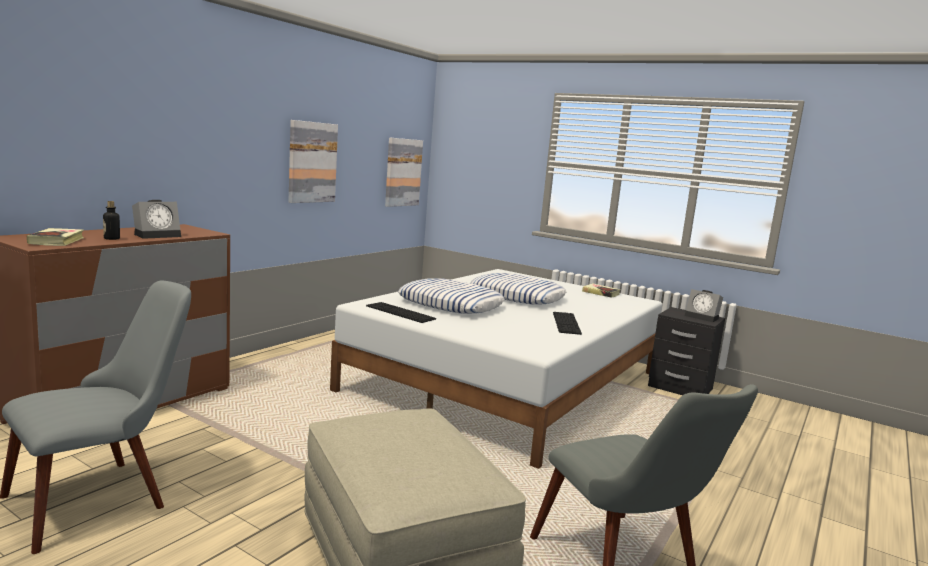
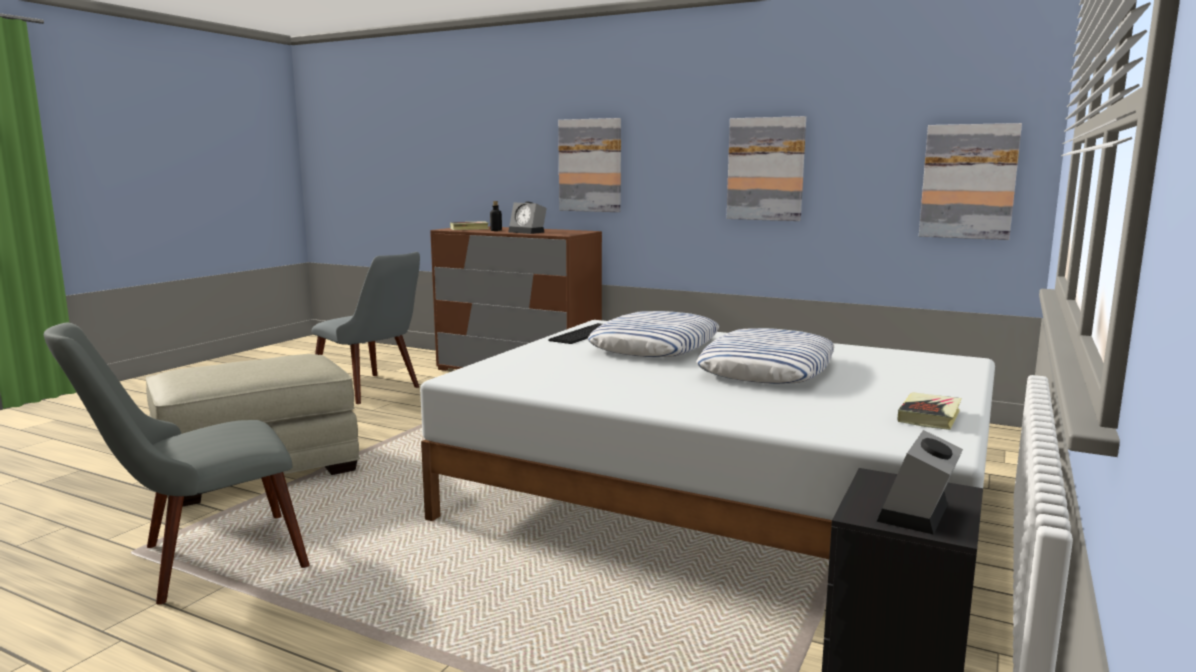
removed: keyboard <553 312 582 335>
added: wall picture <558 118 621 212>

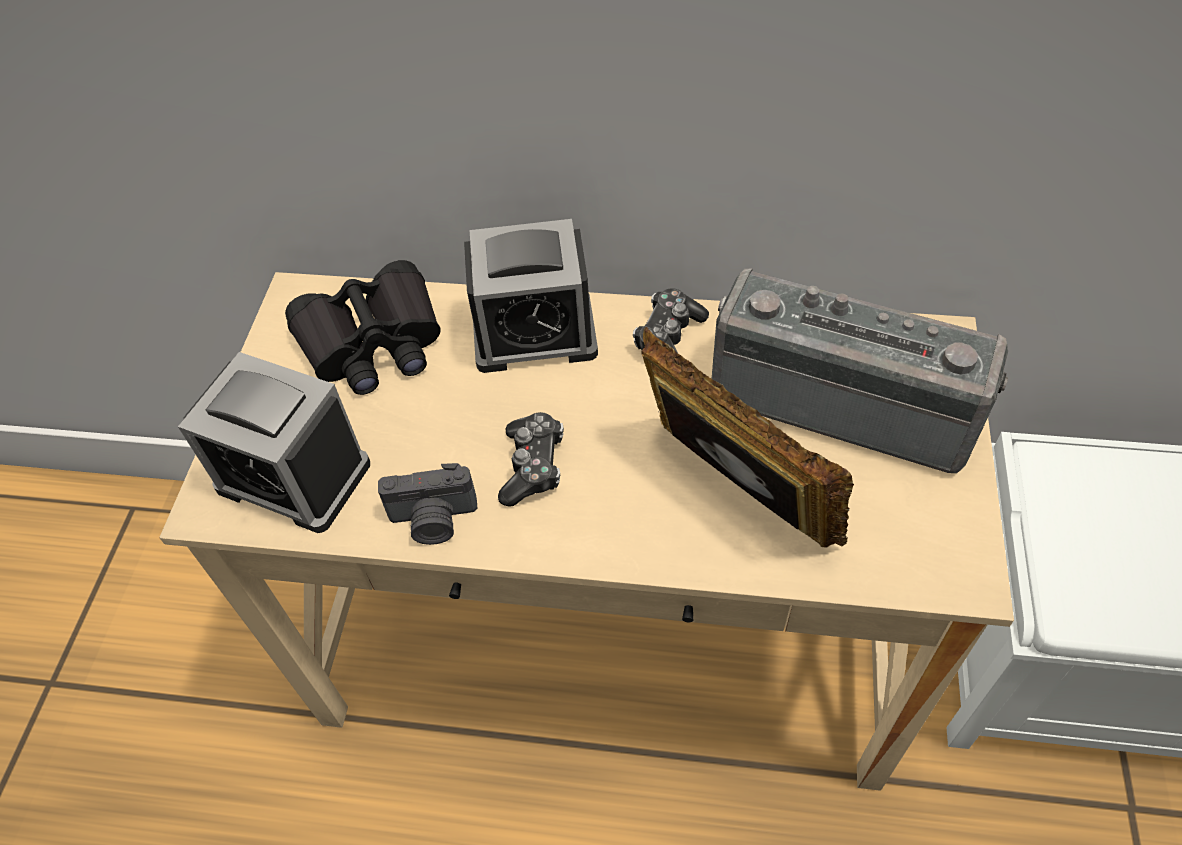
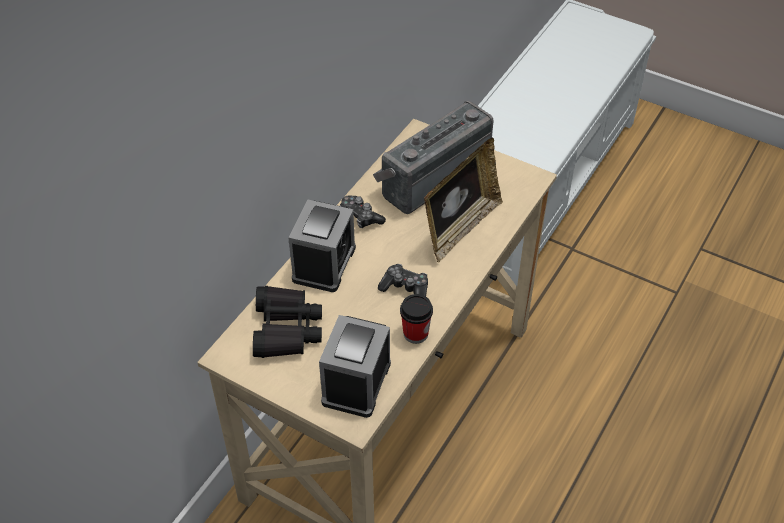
replaced: still camera <378 463 477 545> to cup <400 294 433 344>
turned: table clock <178 352 370 533> = <319 315 391 418> 150 degrees clockwise; picture frame <641 327 854 548> = <424 138 503 263> 150 degrees clockwise

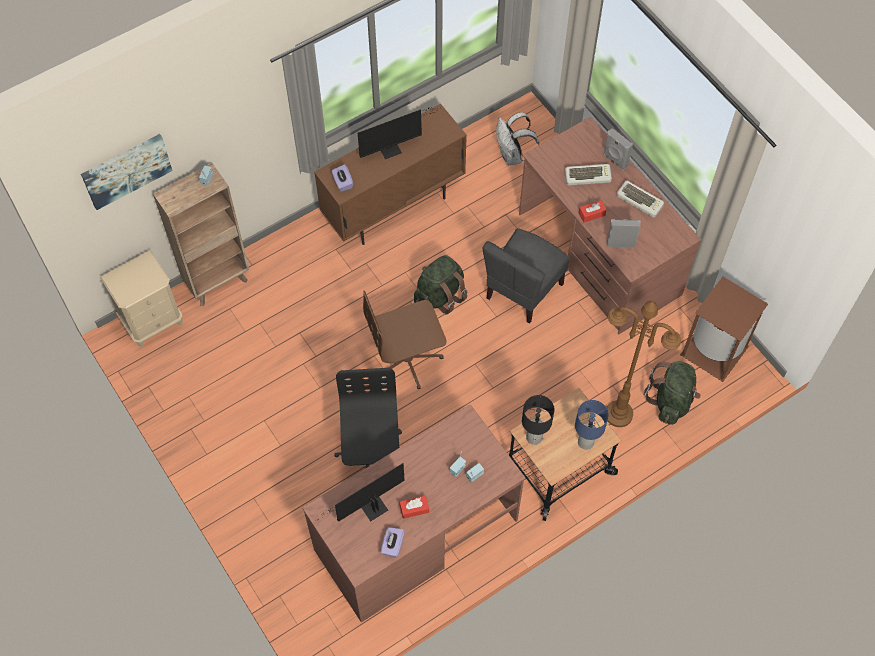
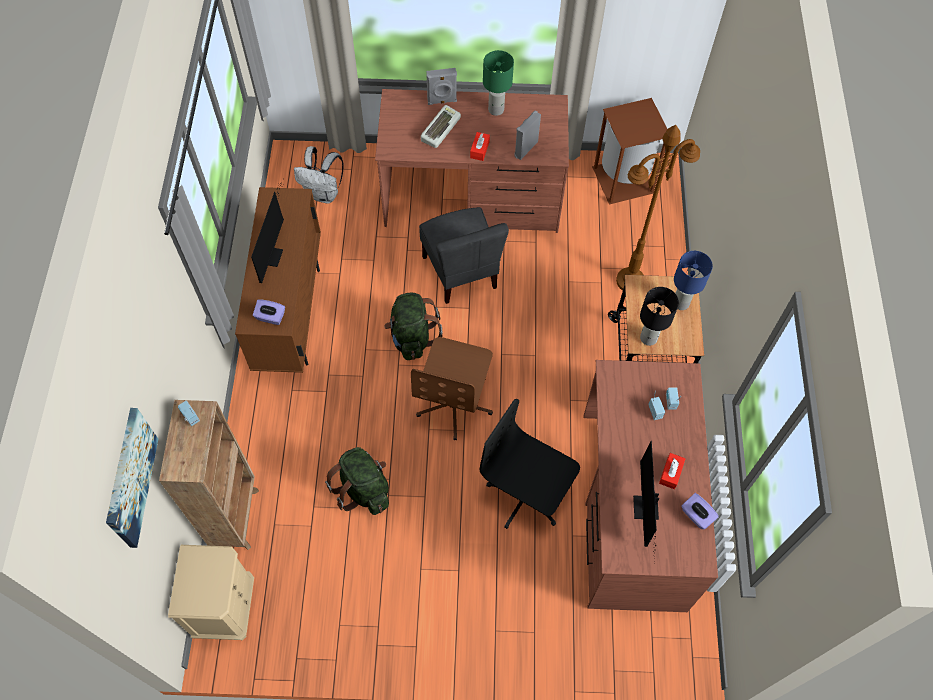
moved: rucksack (greenish) <644 361 701 425> to <325 447 389 515>
replaced: keyboard <616 181 664 218> to tabletop lamp (greenish) <483 50 514 116>

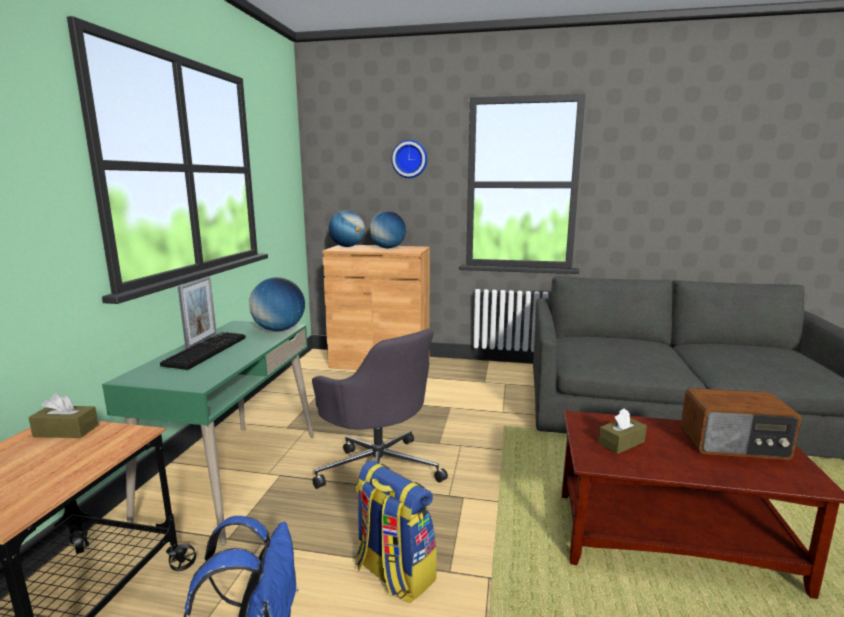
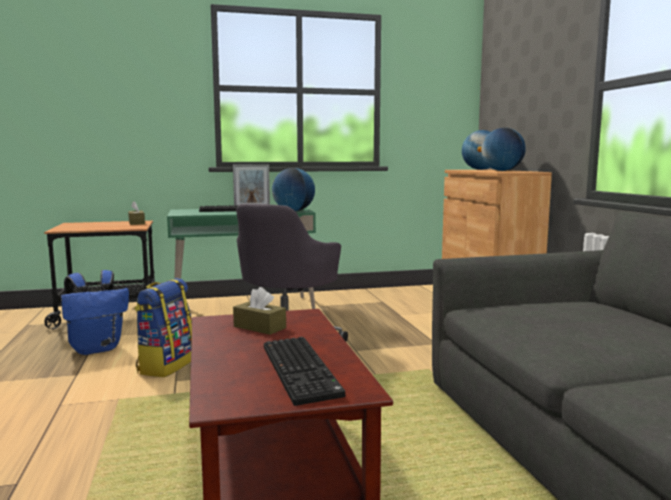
removed: hanging clock <392 140 427 178>
replaced: radio <681 388 802 460> to keyboard <264 337 345 406>

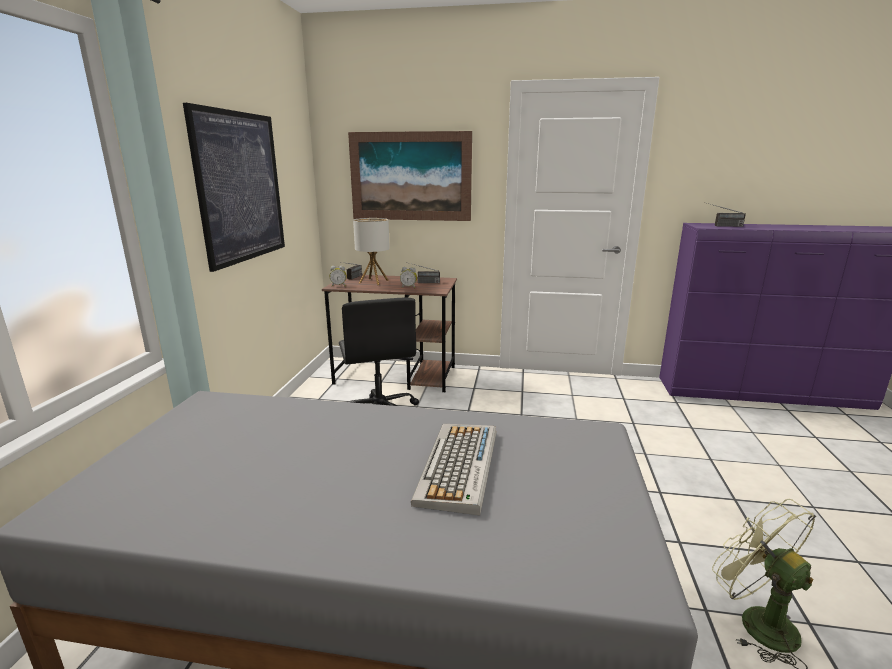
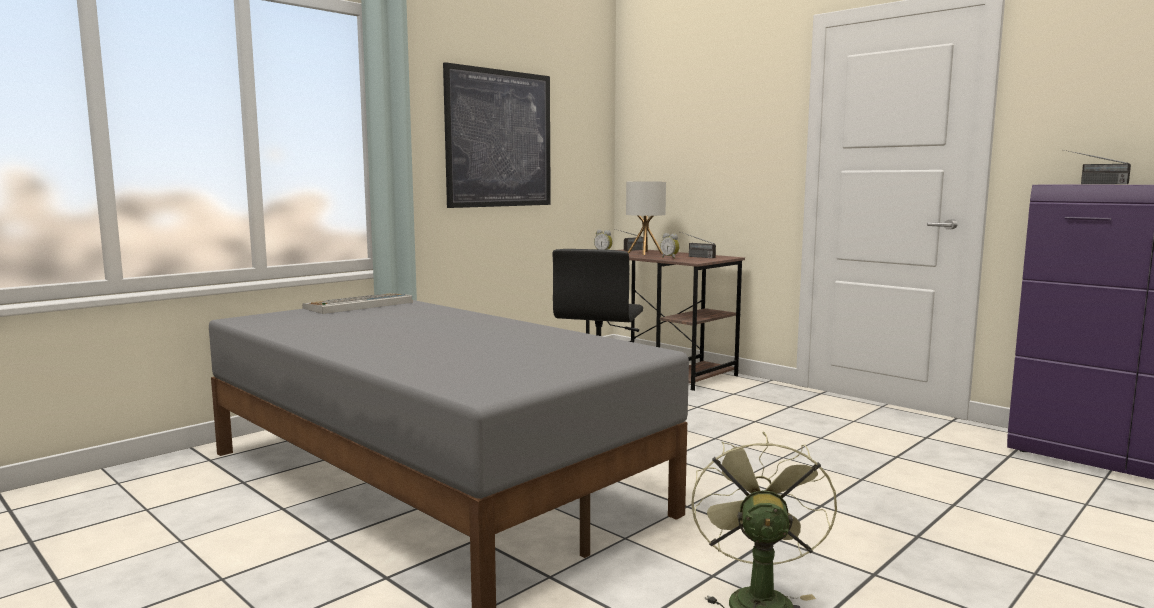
removed: wall picture <348 131 472 221>
moved: keyboard <411 424 496 516> to <302 293 413 314>

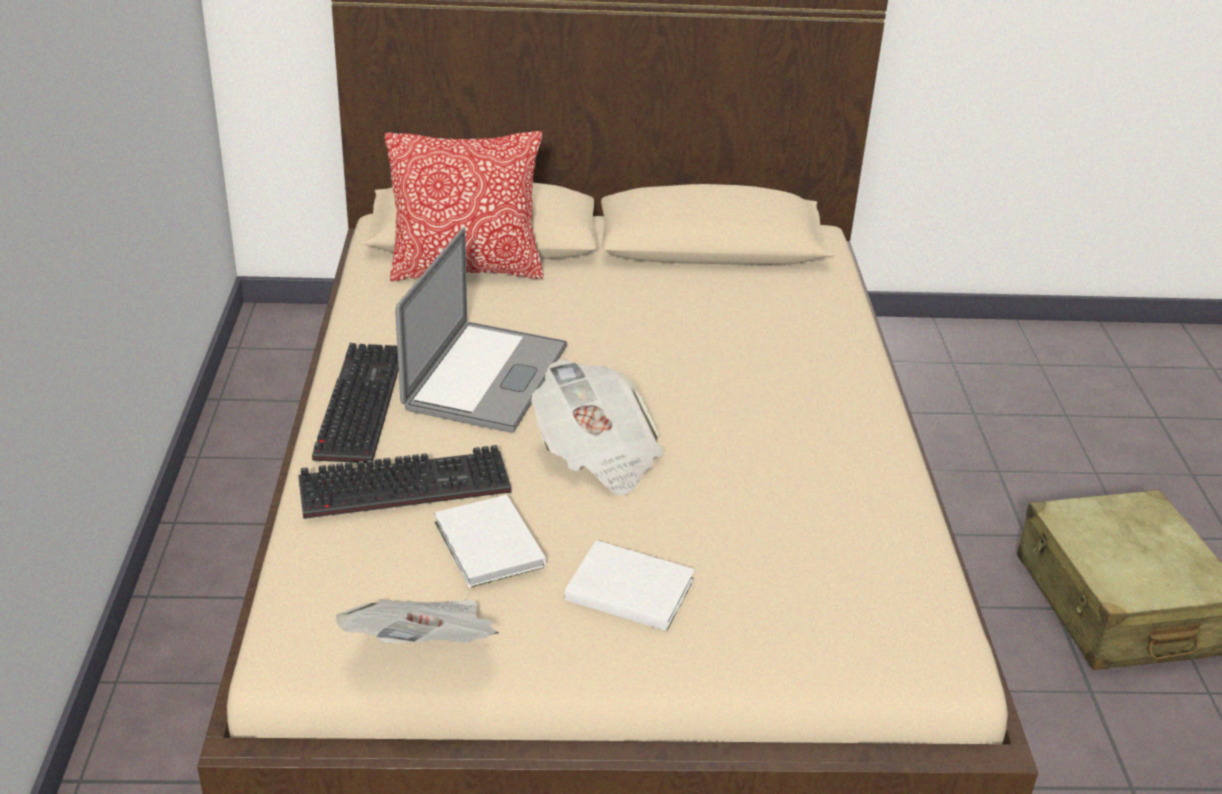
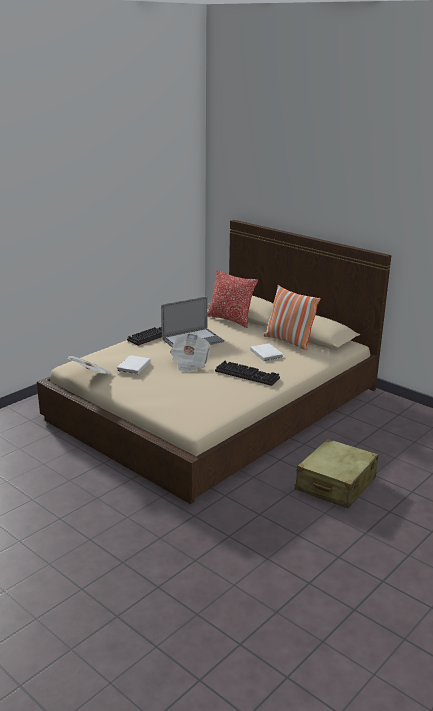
added: throw pillow <264 285 321 350>
moved: keyboard <298 445 511 519> to <215 361 280 386>; volume (white) <565 540 695 631> to <250 343 283 361>

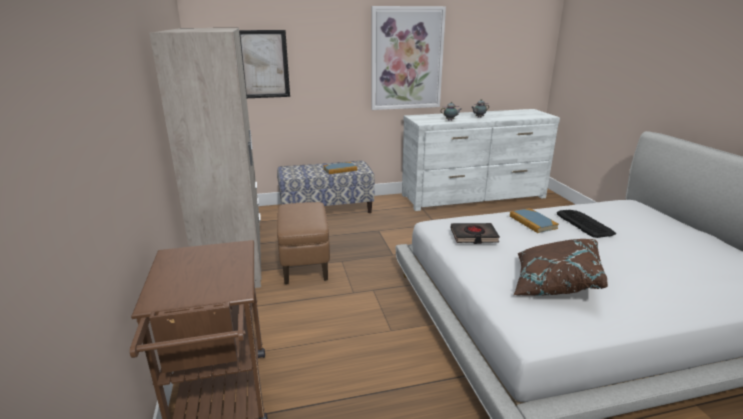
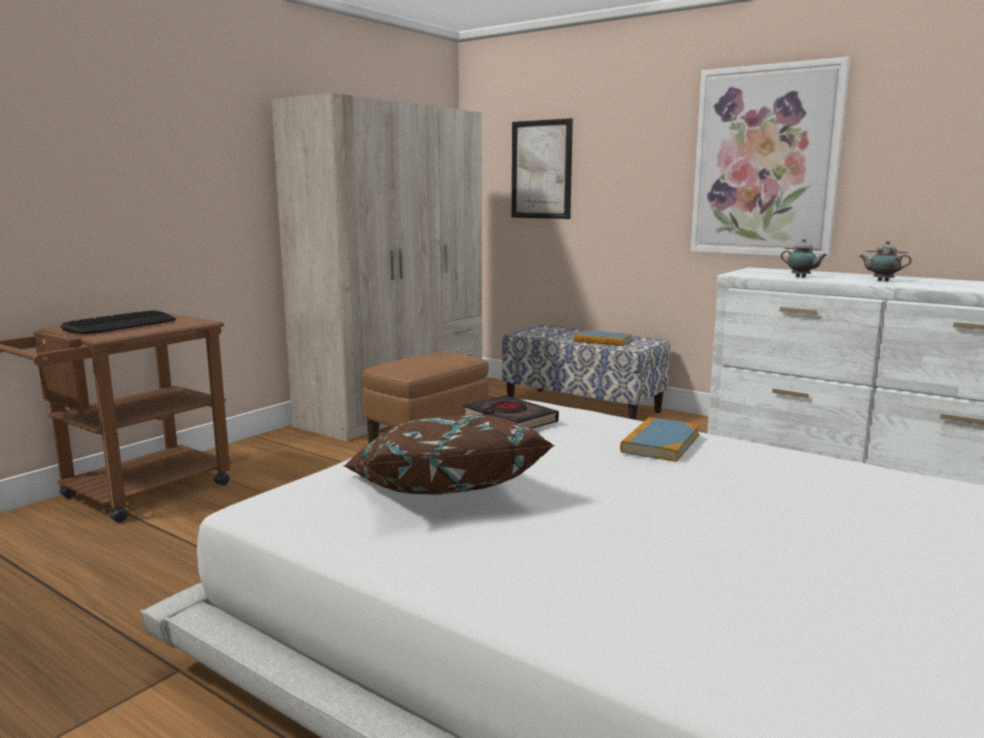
moved: keyboard <557 210 616 238> to <61 310 176 334>

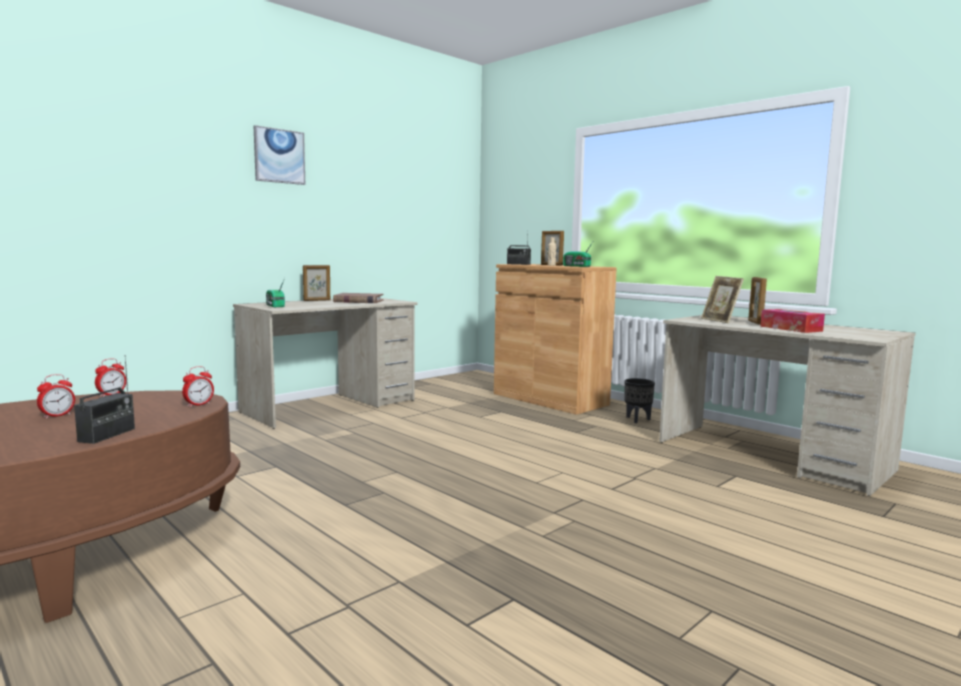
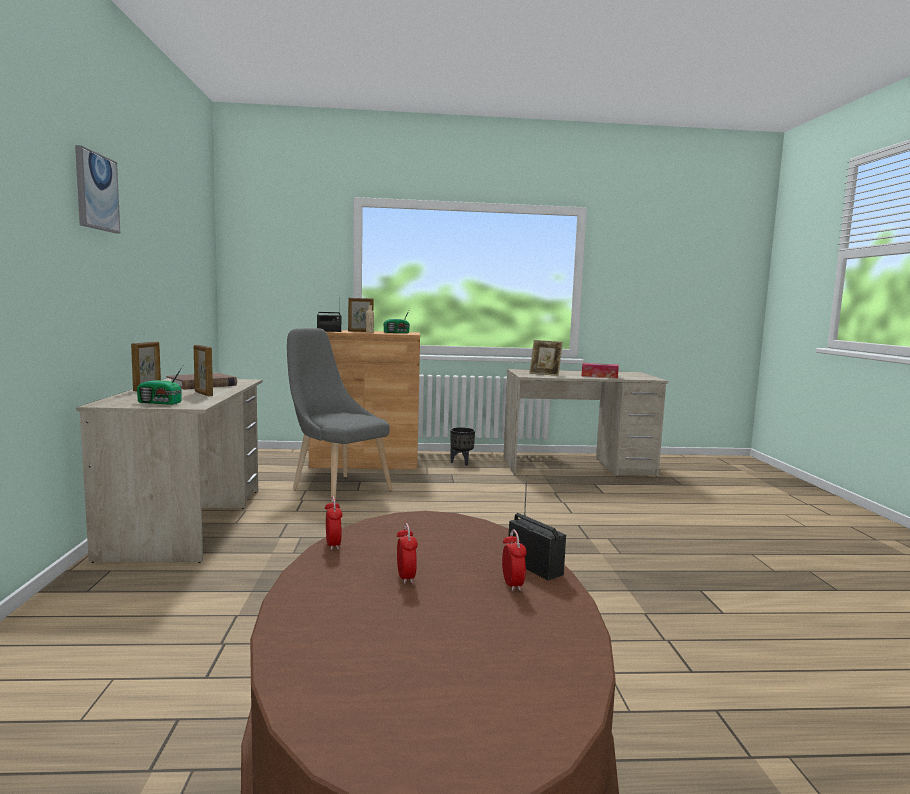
added: plain chair (greyish) <287 328 392 503>
moved: table clock <182 366 214 407> to <502 529 527 592>; picture frame <748 277 767 325> to <194 345 213 396>

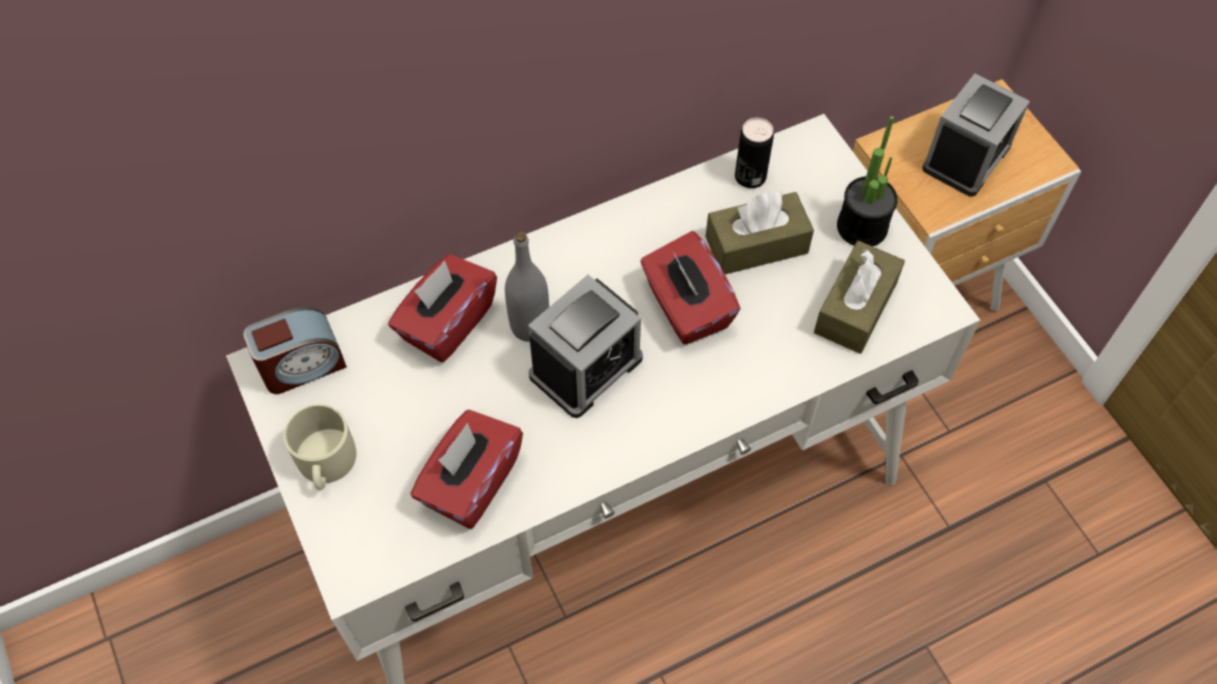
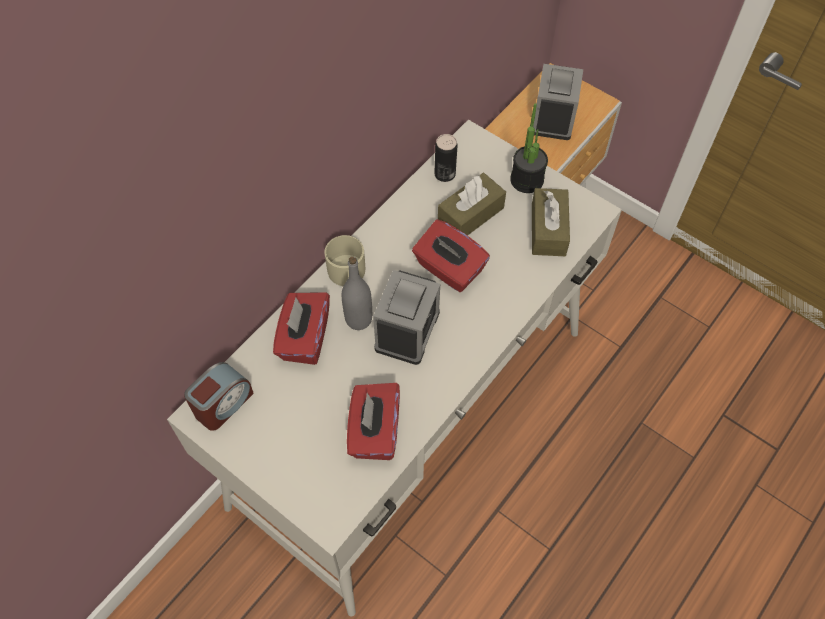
moved: coffee mug (beige-coloured) <284 404 356 490> to <325 235 365 286>

